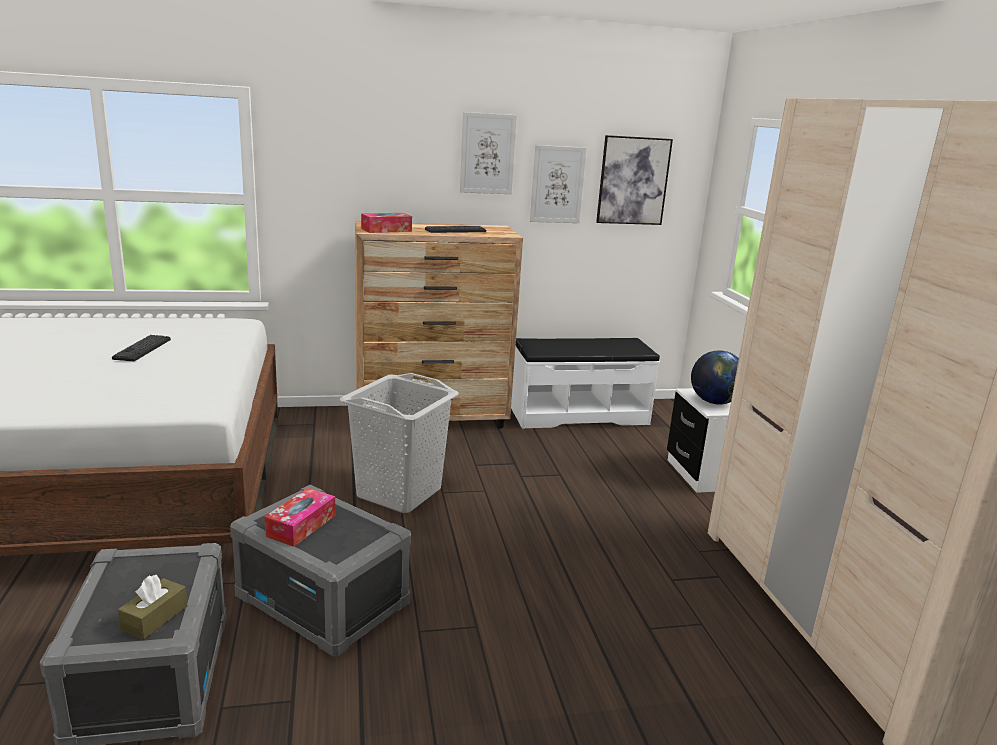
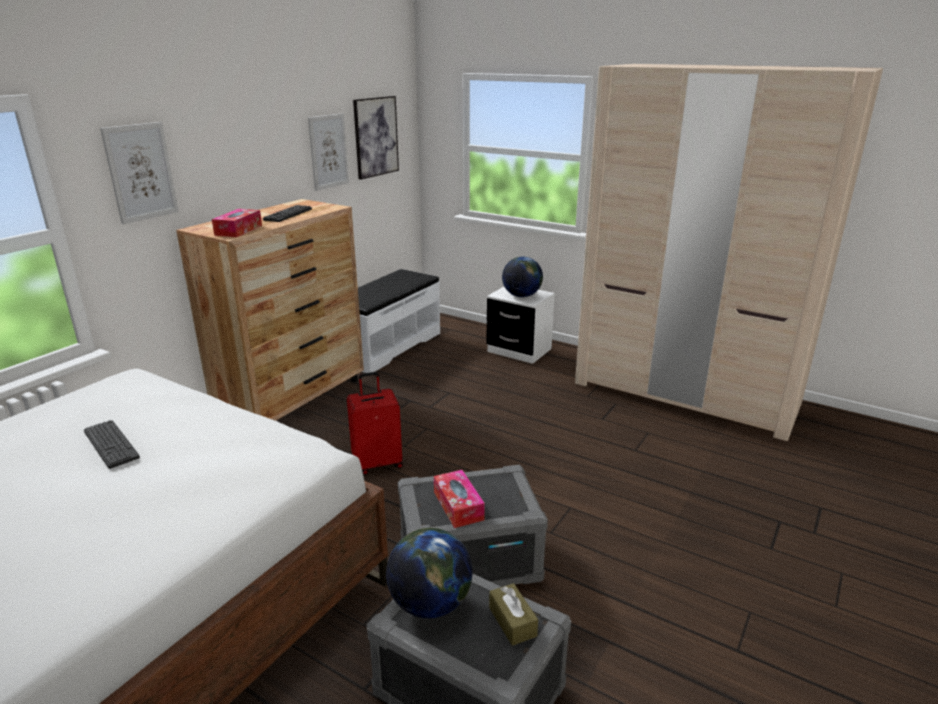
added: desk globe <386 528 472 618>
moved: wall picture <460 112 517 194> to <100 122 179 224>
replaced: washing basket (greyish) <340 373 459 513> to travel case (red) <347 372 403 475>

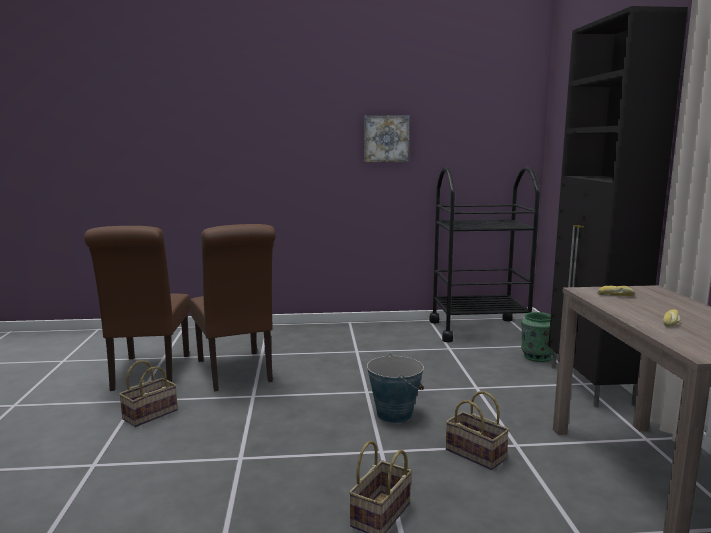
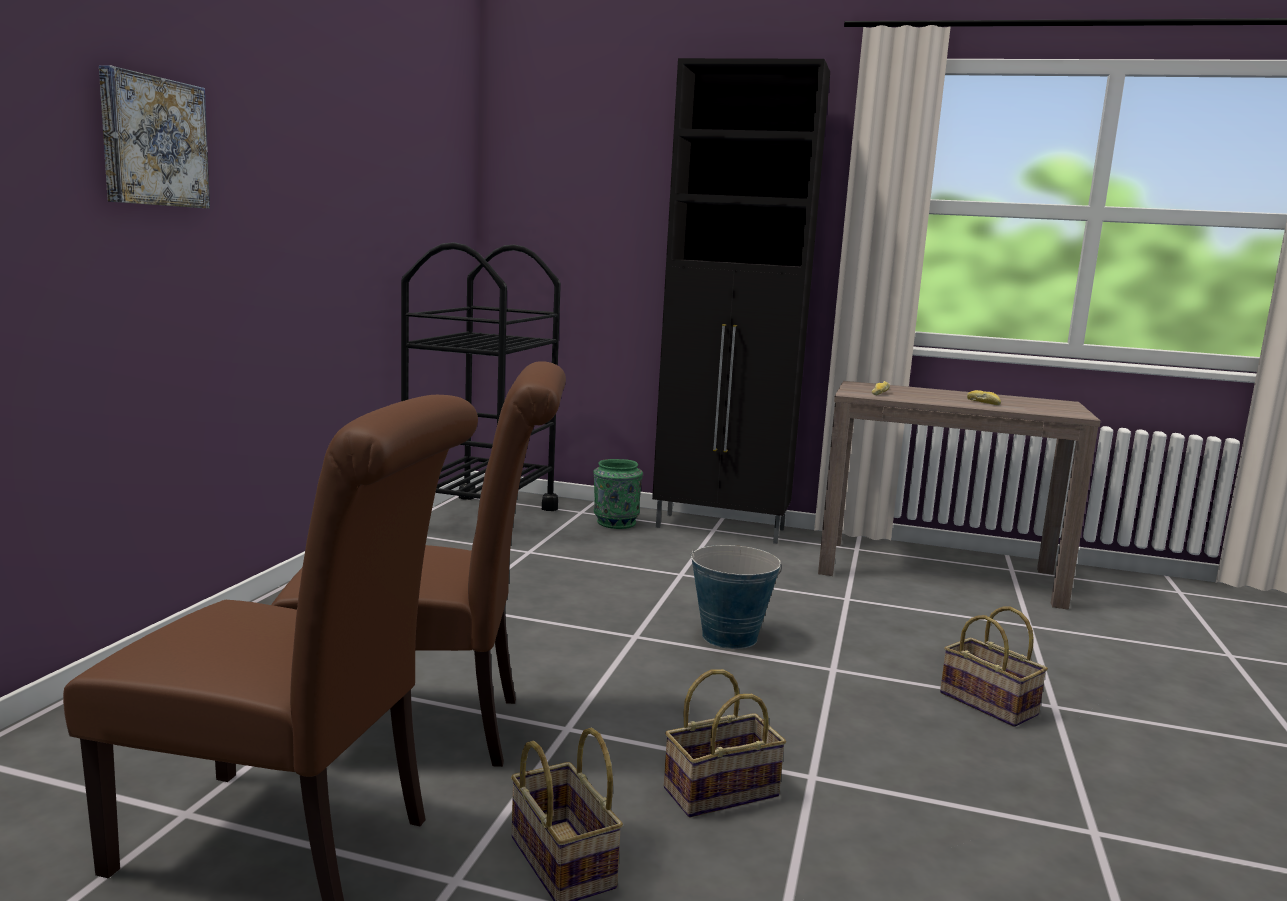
moved: wall picture <364 115 410 162> to <99 66 210 209>; basket <446 391 509 470> to <664 669 786 817>

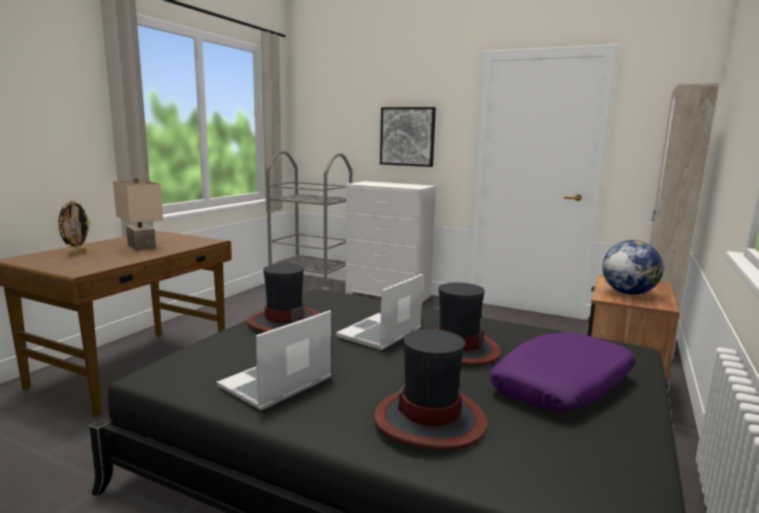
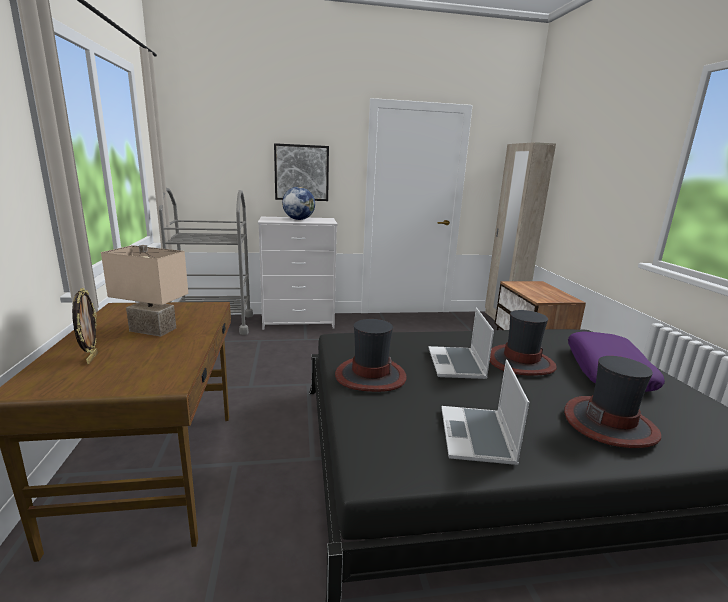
moved: desk globe <602 240 663 295> to <282 187 315 220>

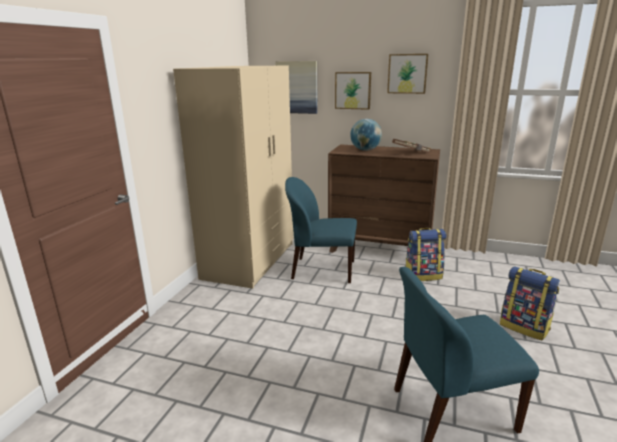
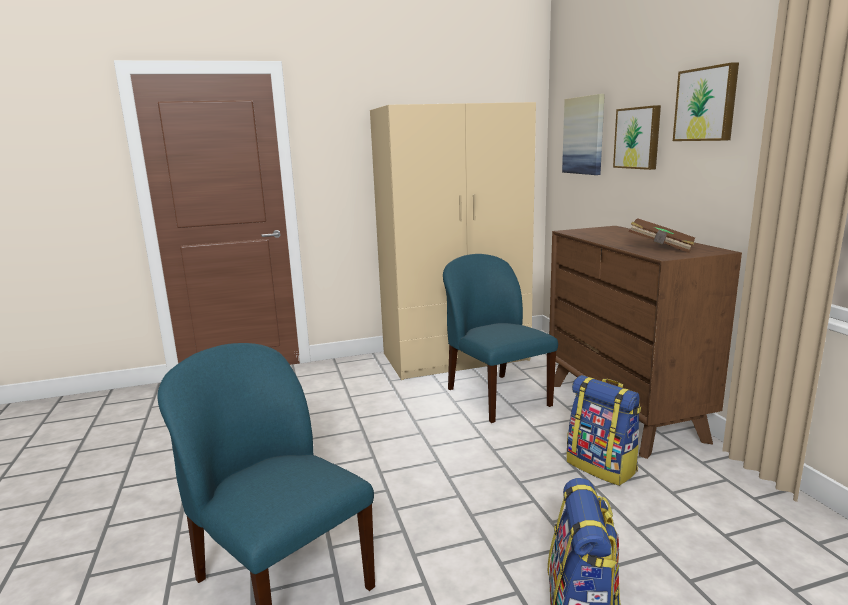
removed: desk globe <350 119 382 151>

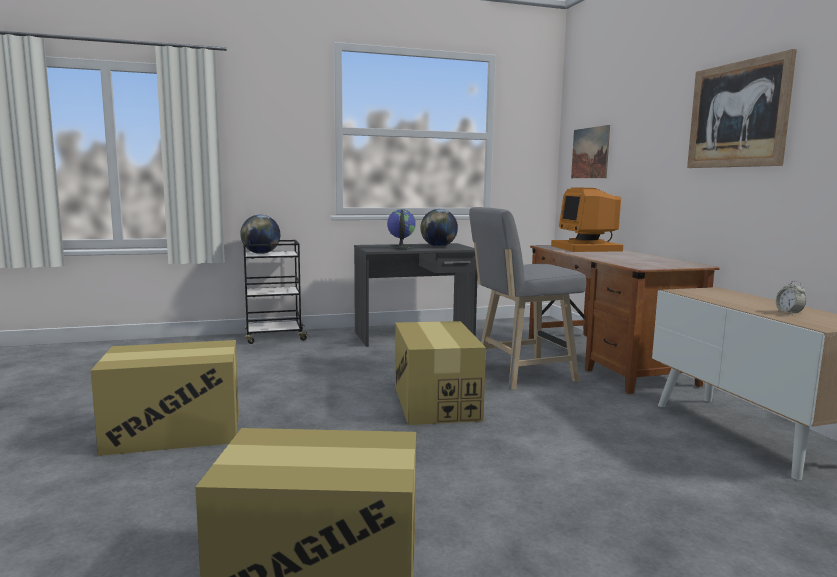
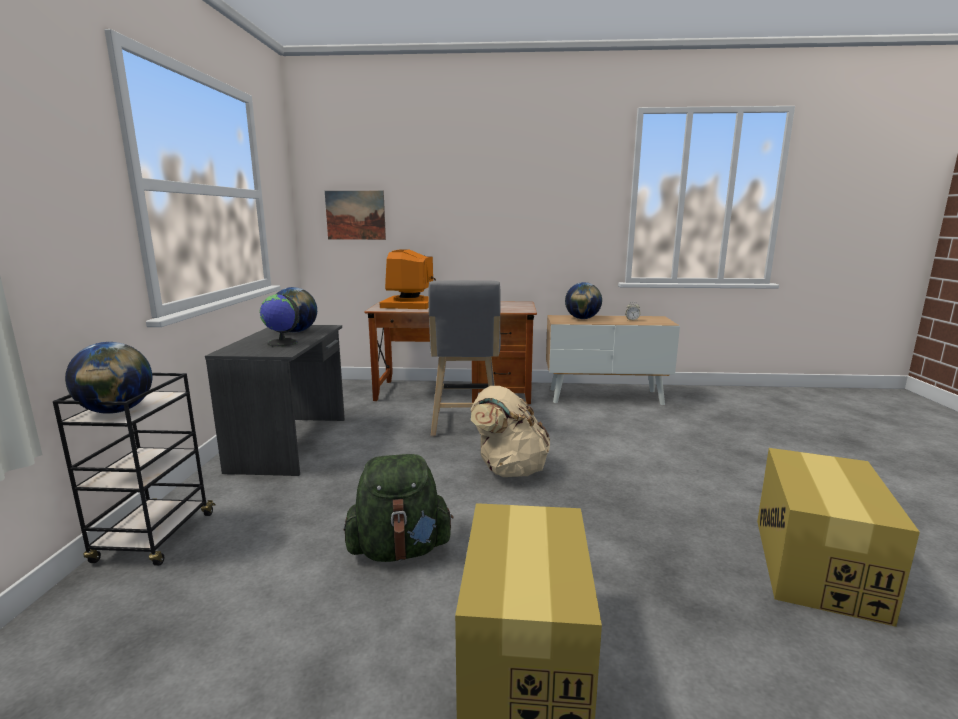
removed: wall picture <687 49 797 168>
added: rucksack (greenish) <344 454 454 562>; desk globe <565 282 602 319>
replaced: packing box <395 321 486 425> to rucksack (beige-coloured) <471 386 550 477>
turned: computer screen <551 187 623 252> = <379 250 436 309> 90 degrees clockwise

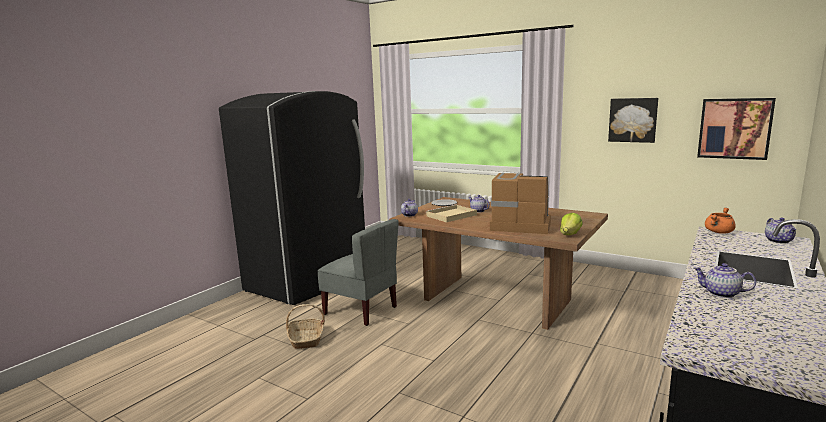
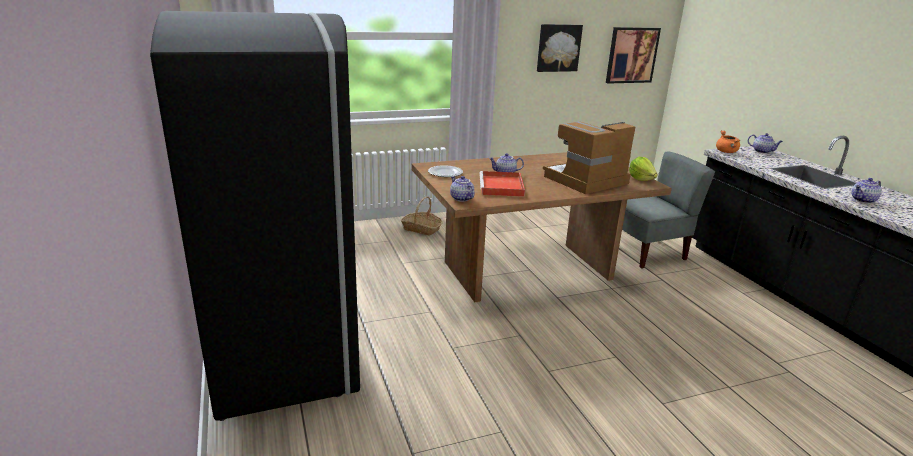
moved: basket <286 304 325 349> to <401 196 443 235>; plain chair (greyish) <318 219 398 326> to <622 151 715 269>
recoloured: serving tray (beige-coloured) <426 205 477 223> to serving tray (red) <479 171 525 197>

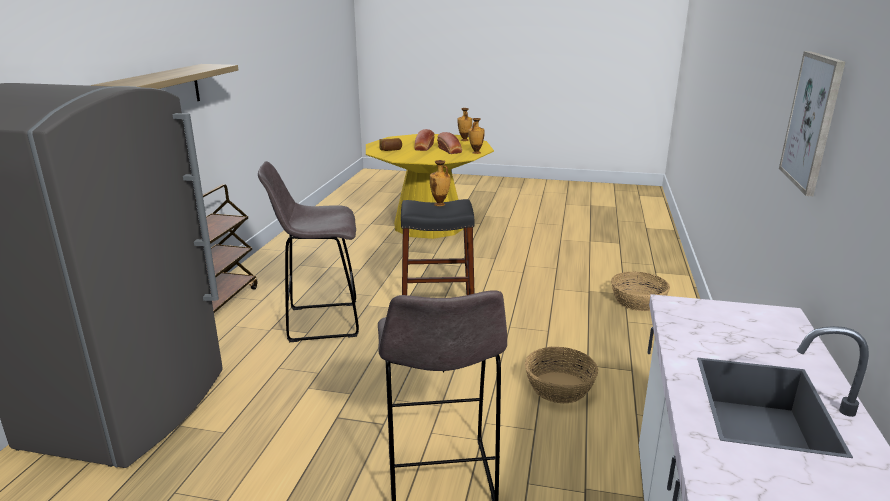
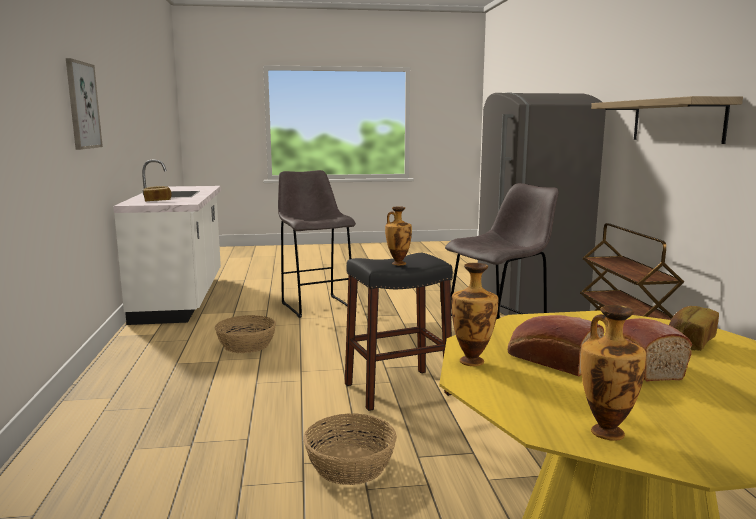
added: baked bread <143 186 171 201>
moved: basket <611 271 670 311> to <303 413 397 485>

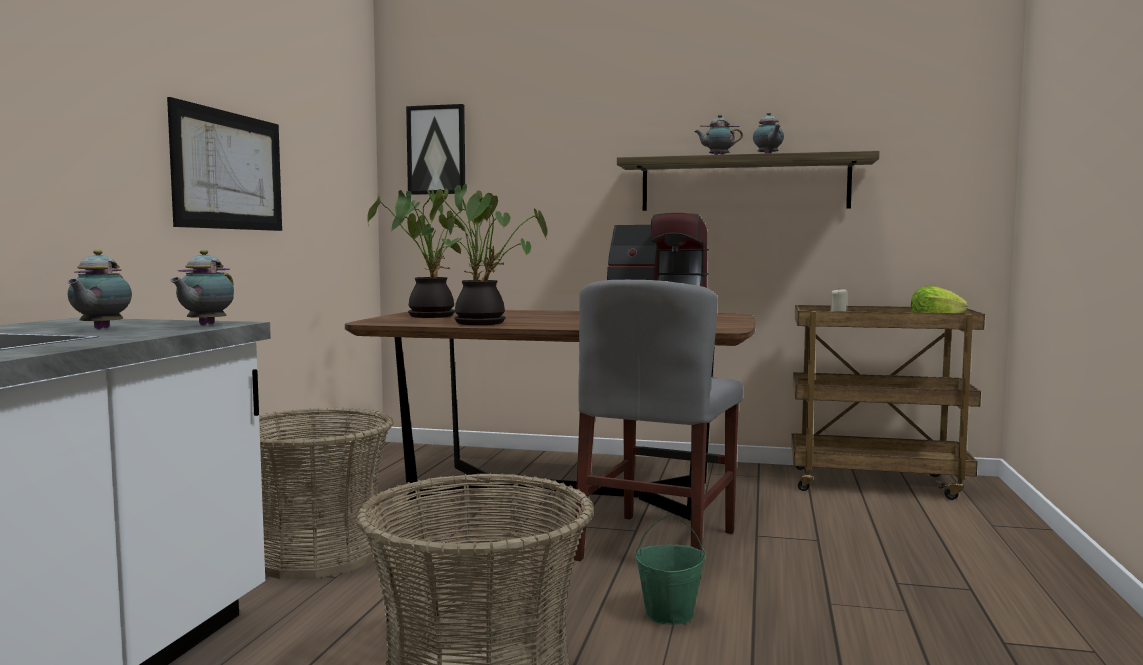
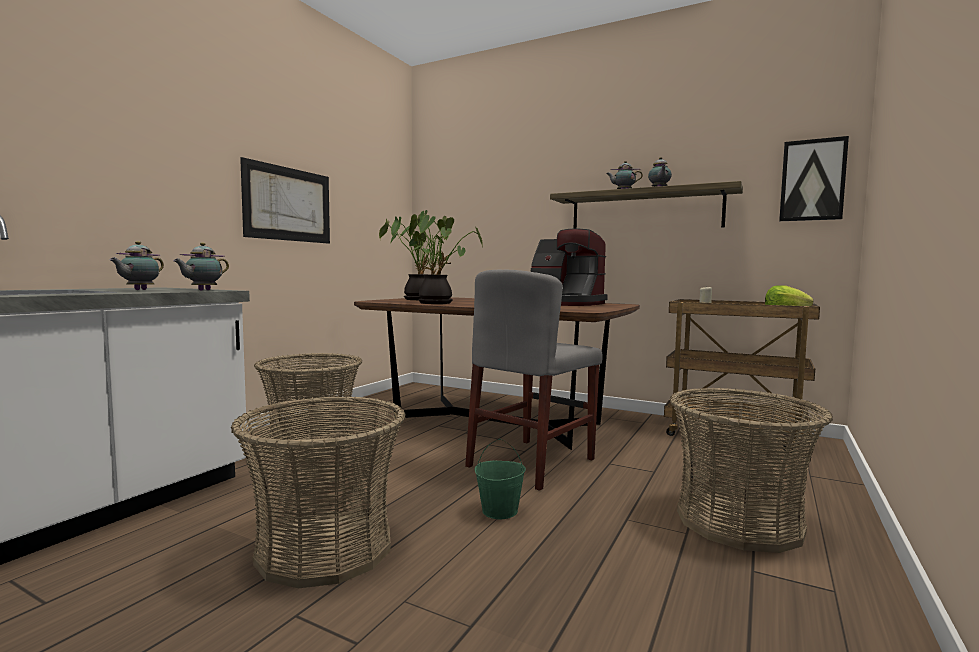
added: basket <670 388 833 553>
moved: wall picture <406 104 465 195> to <779 136 849 221>

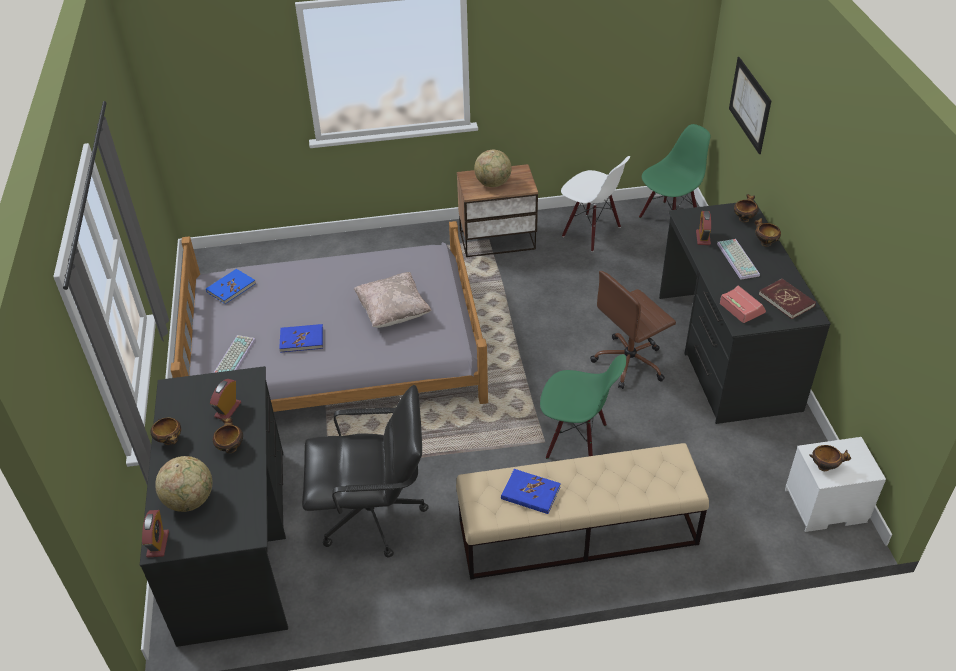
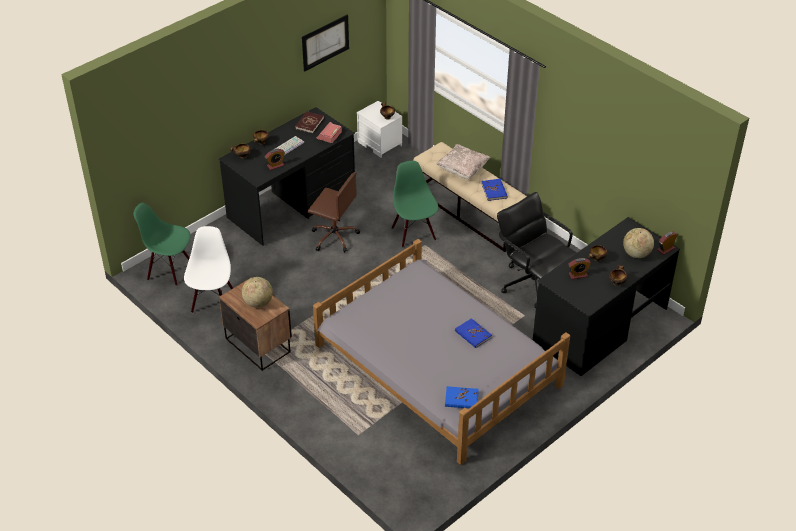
removed: keyboard <213 335 256 373>
moved: throw pillow (beige-coloured) <354 272 432 328> to <436 144 490 179>; wall picture <729 57 771 154> to <302 14 349 72>

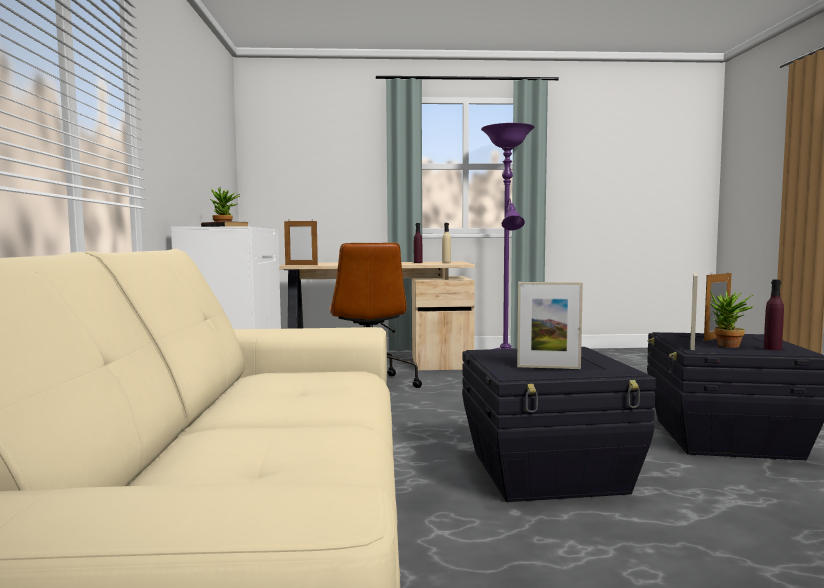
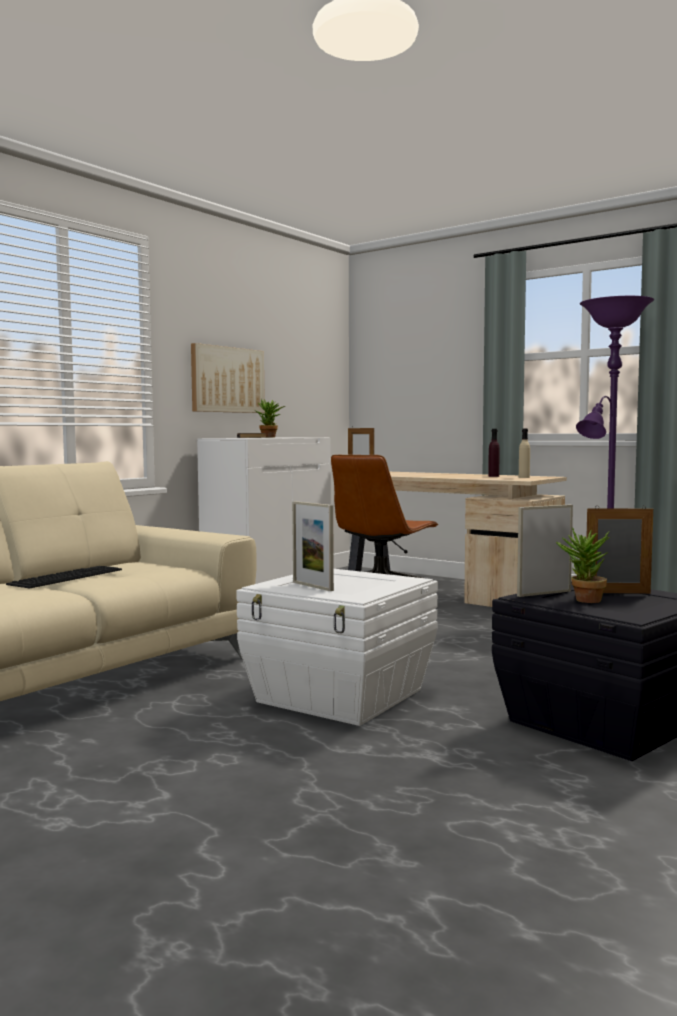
removed: drink bottle (purplish) <764 279 784 351>
added: keyboard <6 566 122 589>; wall picture <191 343 265 413>
recoloured: storage bin (black-coloured) <462 347 656 502> to storage bin (white) <236 569 438 726>

